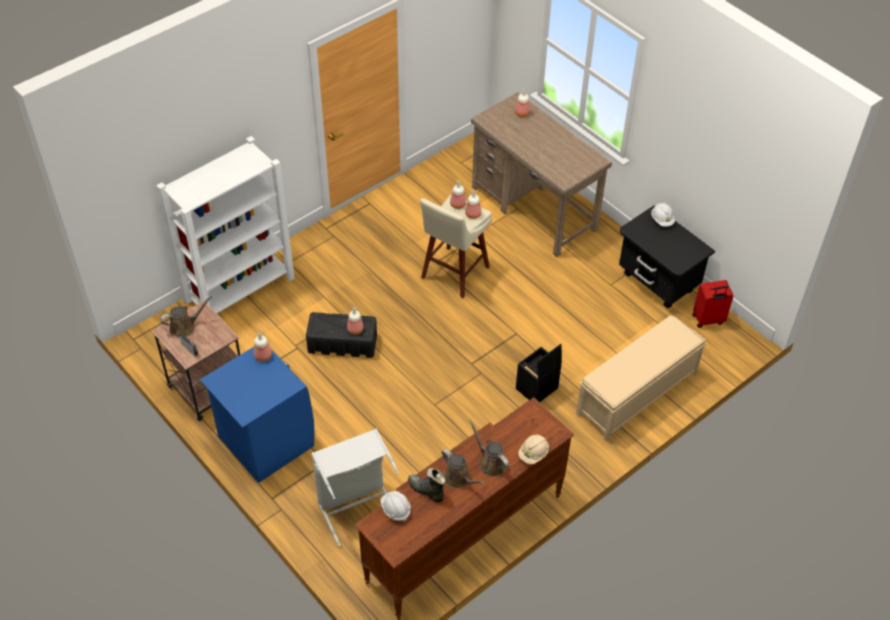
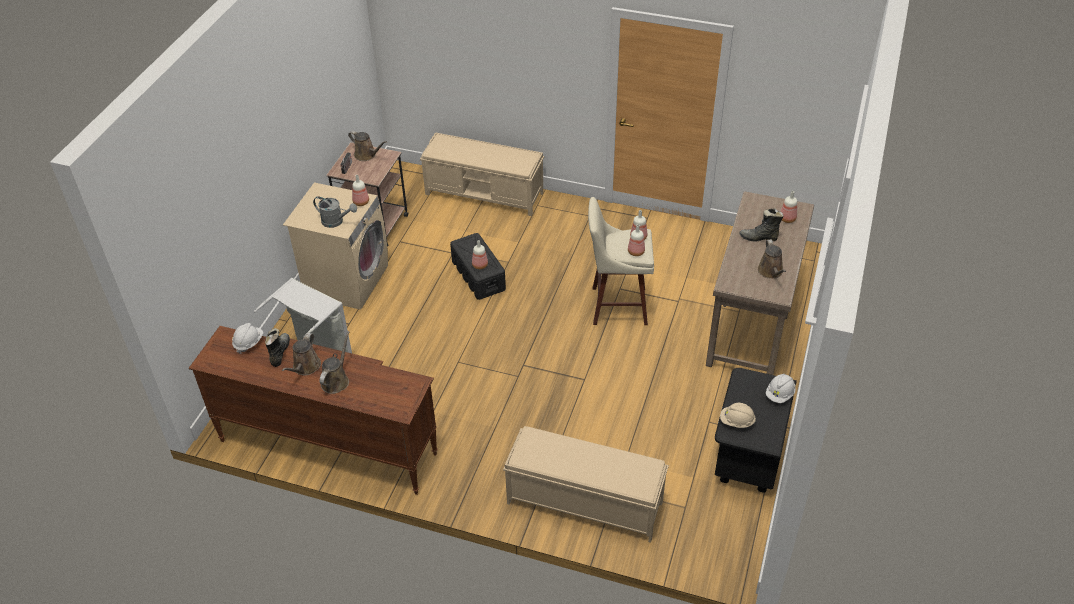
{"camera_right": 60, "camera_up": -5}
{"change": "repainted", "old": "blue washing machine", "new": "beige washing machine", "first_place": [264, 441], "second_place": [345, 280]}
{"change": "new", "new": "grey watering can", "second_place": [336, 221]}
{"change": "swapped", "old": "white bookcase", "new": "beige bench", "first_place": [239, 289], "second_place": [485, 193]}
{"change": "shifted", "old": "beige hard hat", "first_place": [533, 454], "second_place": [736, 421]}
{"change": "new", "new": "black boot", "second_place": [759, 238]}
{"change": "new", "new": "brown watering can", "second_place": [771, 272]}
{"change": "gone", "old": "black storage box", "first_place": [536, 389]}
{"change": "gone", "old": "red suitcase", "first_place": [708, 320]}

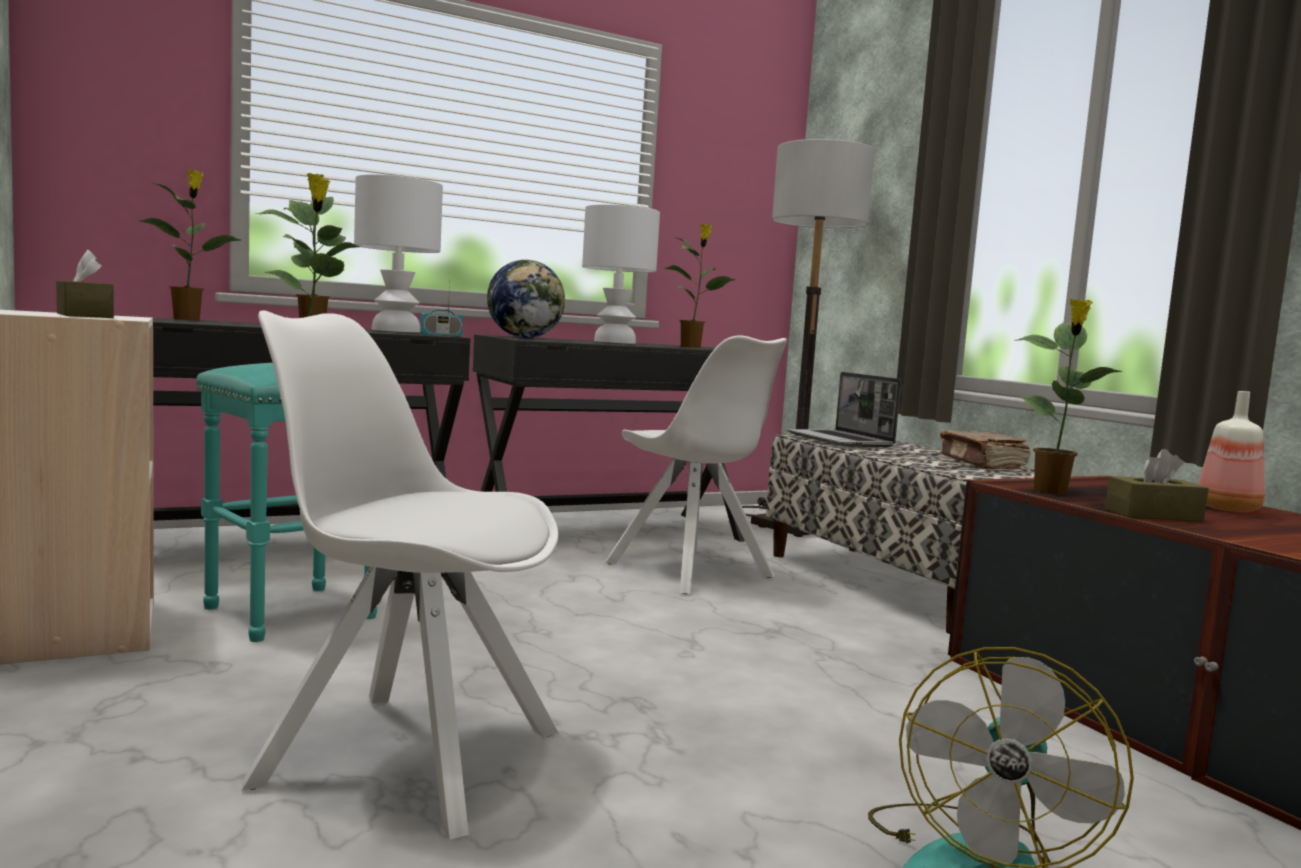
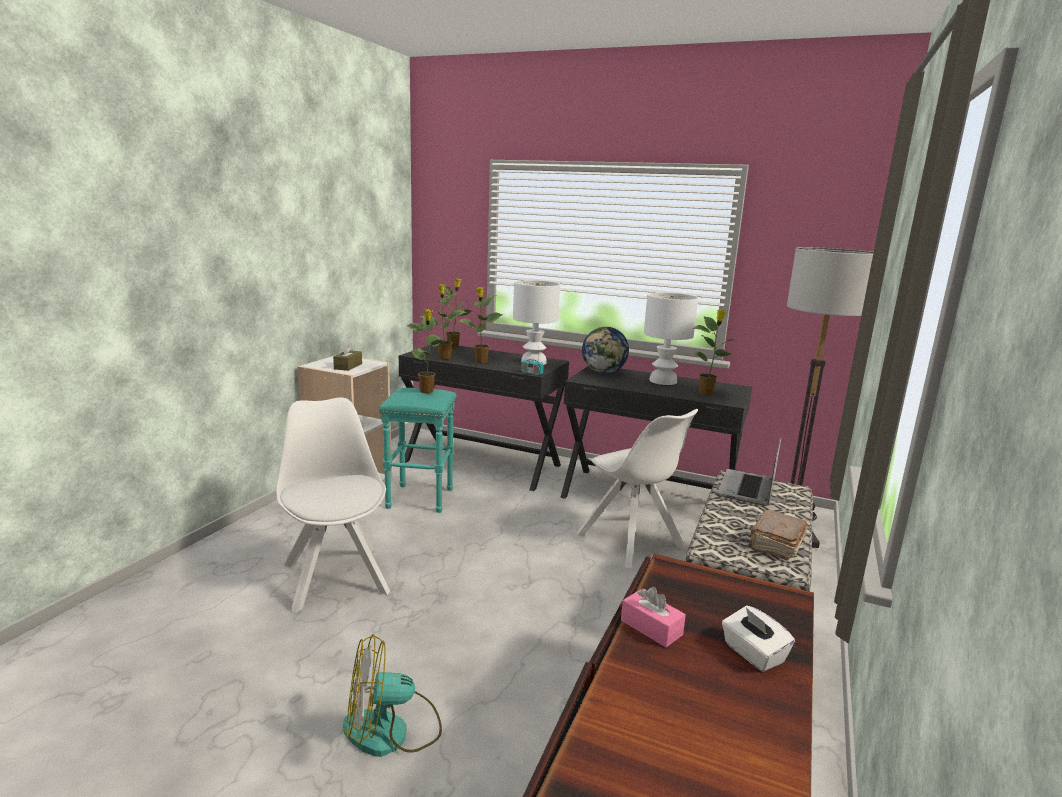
{"camera_right": 50, "camera_up": 10}
{"change": "shifted", "old": "potted plant", "first_place": [1052, 492], "second_place": [444, 358]}
{"change": "rotated", "old": "white chair", "first_place": [690, 571], "second_place": [631, 541], "degrees": -45}
{"change": "repainted", "old": "brown tissue box", "new": "pink tissue box", "first_place": [1153, 515], "second_place": [651, 627]}
{"change": "swapped", "old": "bottle", "new": "white tissue box", "first_place": [1228, 509], "second_place": [753, 654]}

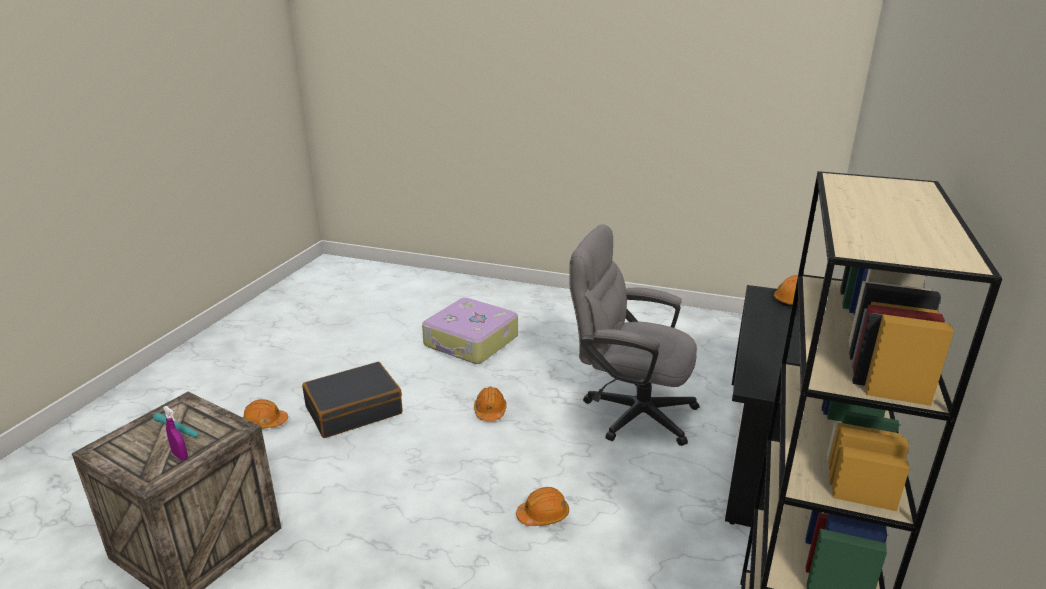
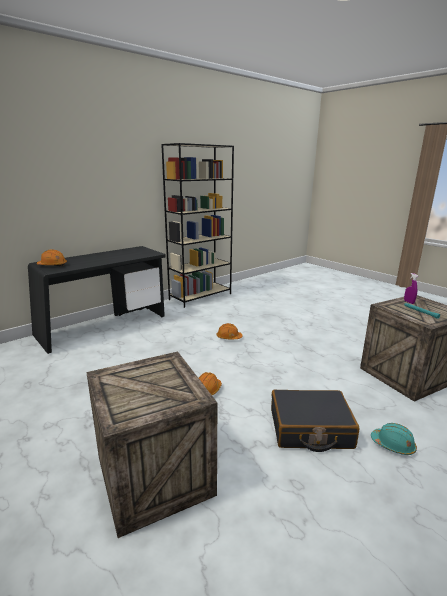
{"camera_right": -150, "camera_up": -5}
{"change": "swapped", "old": "suitcase", "new": "crate", "first_place": [471, 342], "second_place": [152, 475]}
{"change": "repainted", "old": "orange hard hat", "new": "turquoise hard hat", "first_place": [264, 423], "second_place": [393, 445]}
{"change": "gone", "old": "grey office chair", "first_place": [629, 411]}

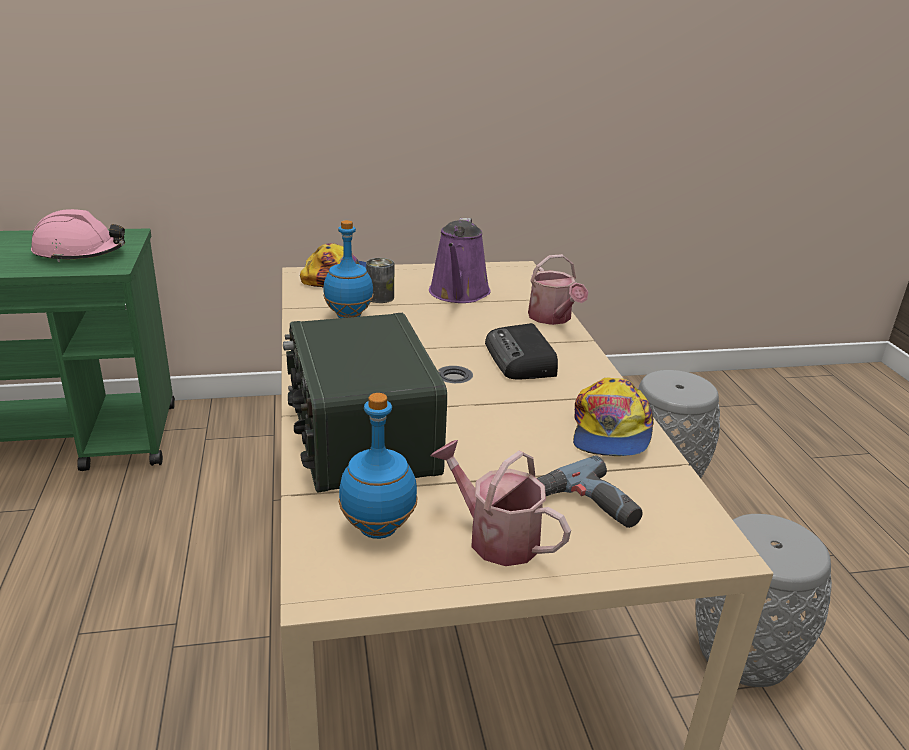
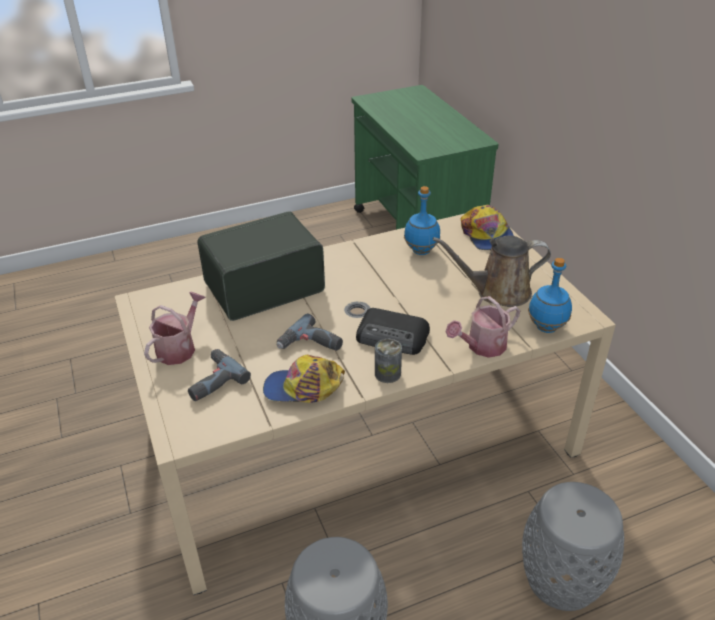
{"camera_right": 80, "camera_up": 10}
{"change": "new", "new": "power drill", "second_place": [310, 345]}
{"change": "rotated", "old": "radio", "first_place": [521, 360], "second_place": [393, 337], "degrees": -135}
{"change": "shifted", "old": "can", "first_place": [380, 297], "second_place": [387, 373]}
{"change": "repainted", "old": "purple watering can", "new": "brown watering can", "first_place": [458, 294], "second_place": [497, 292]}
{"change": "shifted", "old": "blue bottle", "first_place": [378, 529], "second_place": [545, 327]}
{"change": "gone", "old": "pink hard hat", "first_place": [79, 253]}

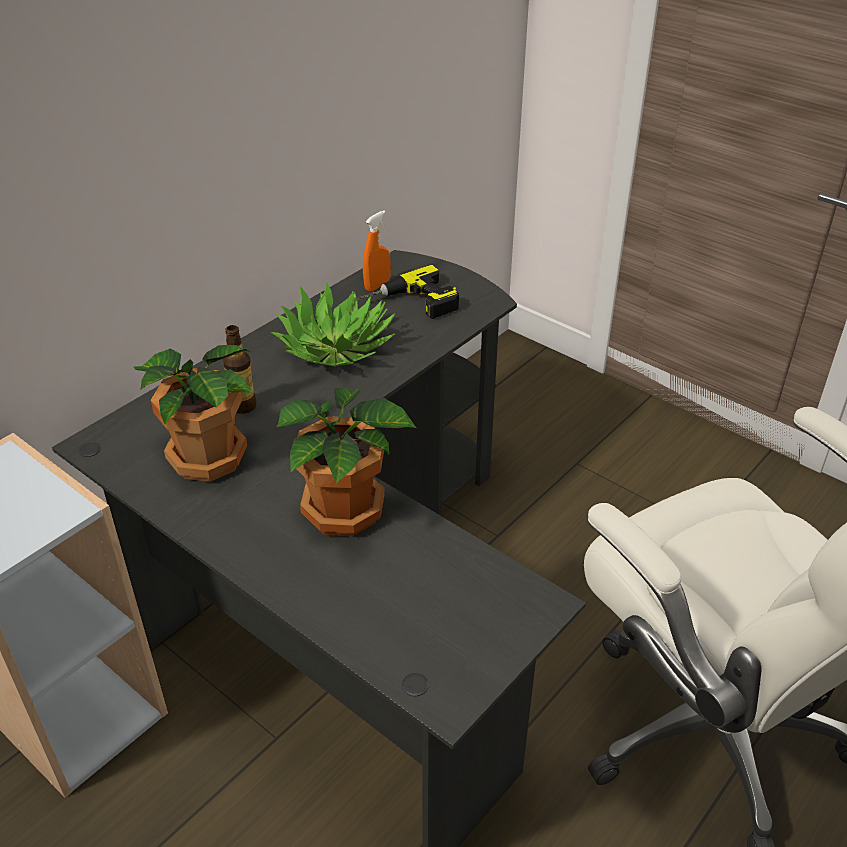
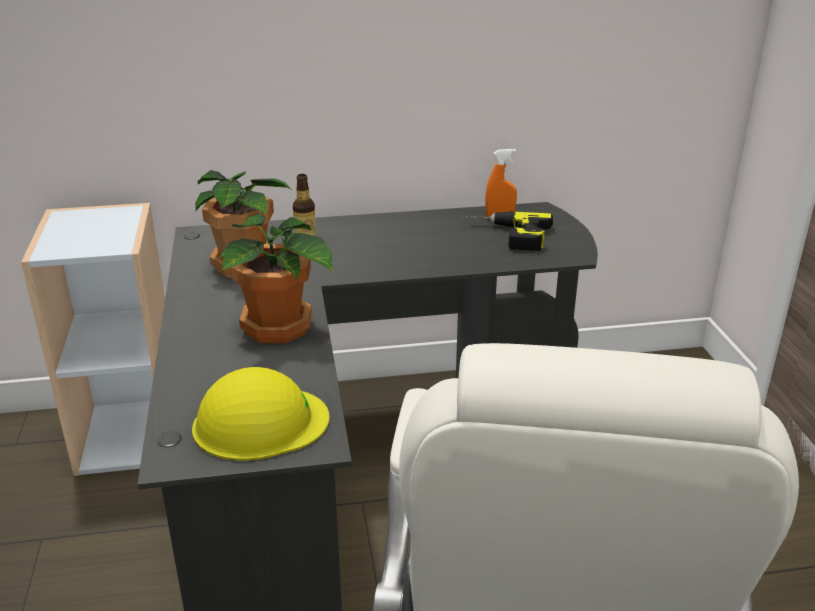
{"camera_right": 40, "camera_up": -10}
{"change": "new", "new": "yellow hard hat", "second_place": [260, 422]}
{"change": "gone", "old": "potted plant", "first_place": [336, 347]}

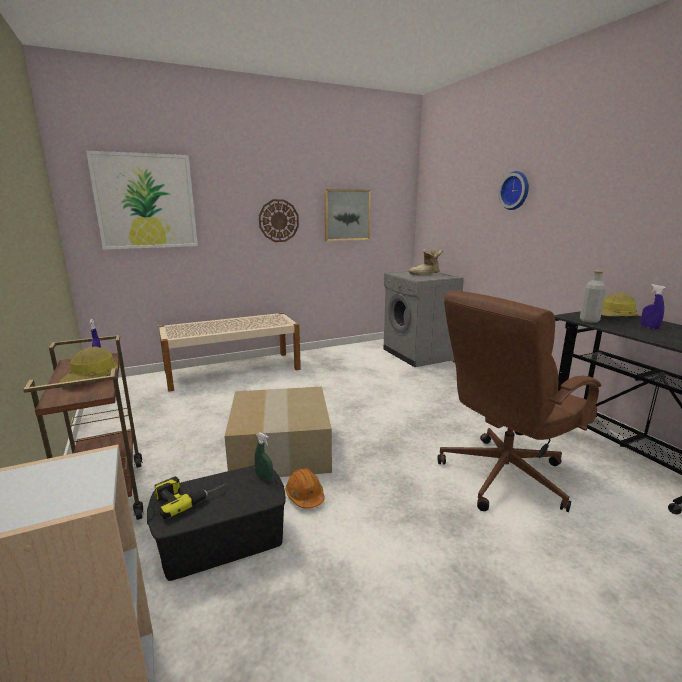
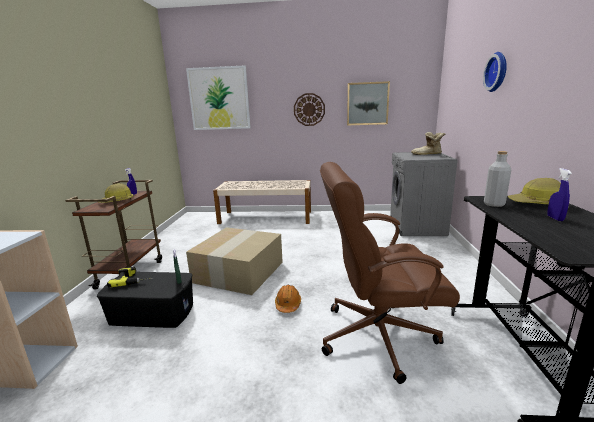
{"camera_right": 30, "camera_up": 0}
{"change": "shifted", "old": "orange hard hat", "first_place": [305, 496], "second_place": [288, 304]}

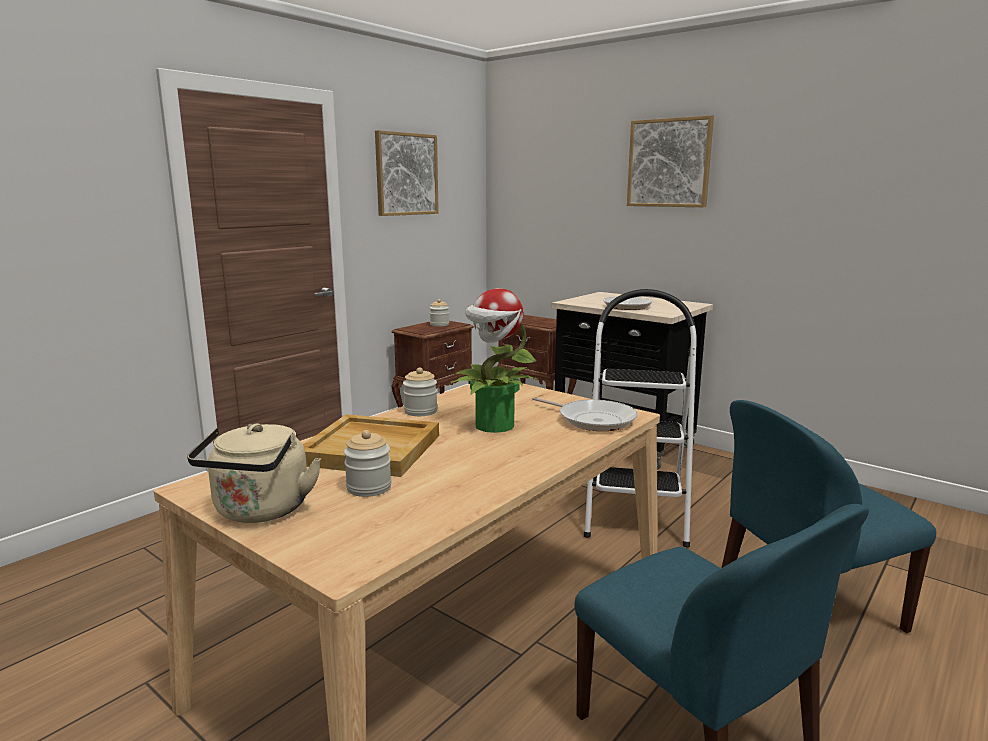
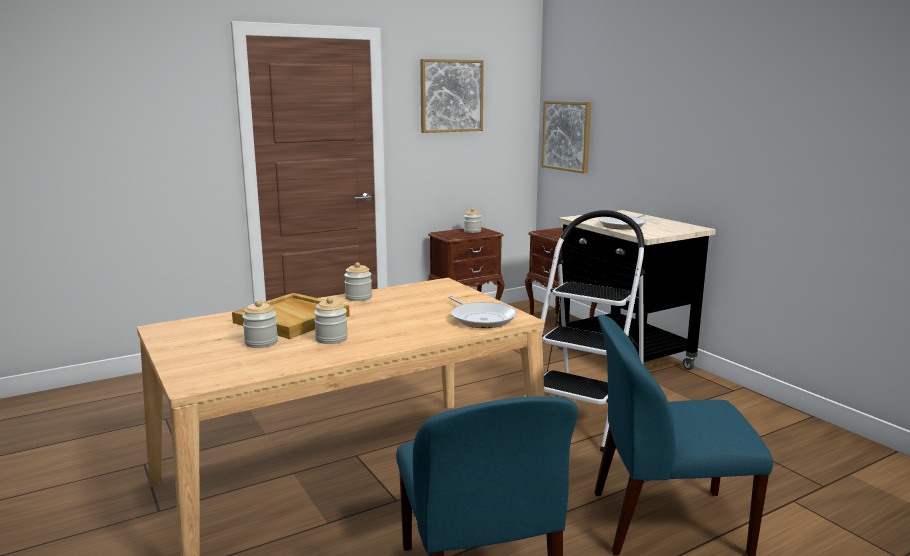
{"camera_right": 20, "camera_up": 0}
{"change": "new", "new": "jar", "second_place": [331, 339]}
{"change": "shifted", "old": "picture", "first_place": [669, 163], "second_place": [566, 136]}
{"change": "gone", "old": "beige kettle", "first_place": [260, 511]}
{"change": "gone", "old": "potted plant", "first_place": [493, 426]}

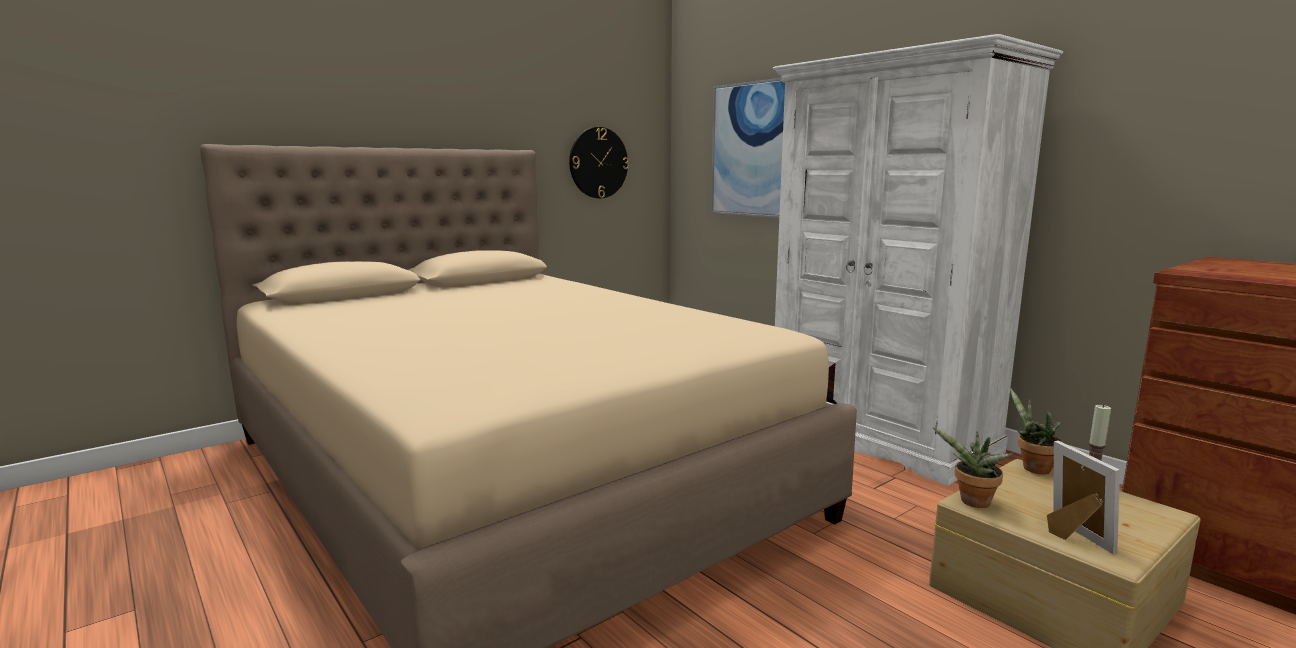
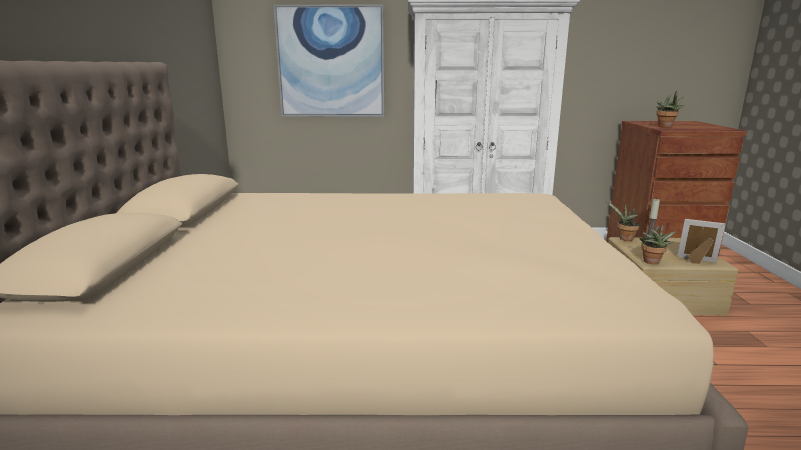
{"camera_right": -50, "camera_up": 5}
{"change": "new", "new": "potted plant", "second_place": [666, 127]}
{"change": "gone", "old": "wall clock", "first_place": [598, 163]}

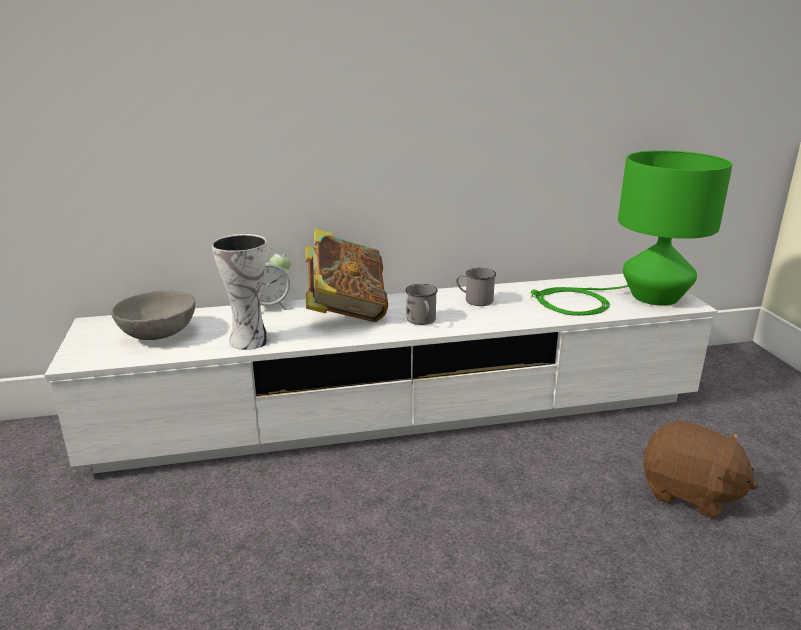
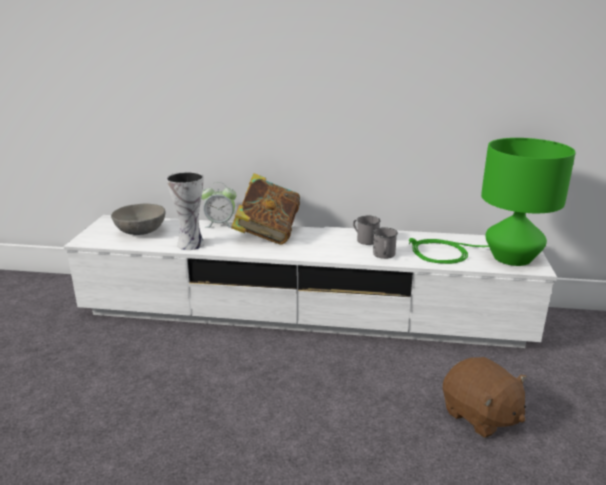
{"camera_right": 20, "camera_up": 0}
{"change": "shifted", "old": "grey mug", "first_place": [422, 321], "second_place": [384, 255]}

